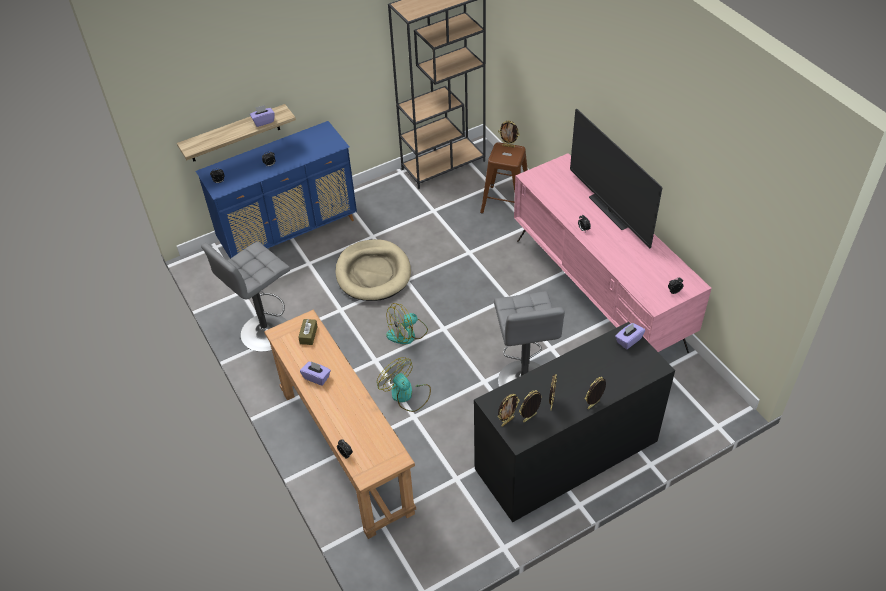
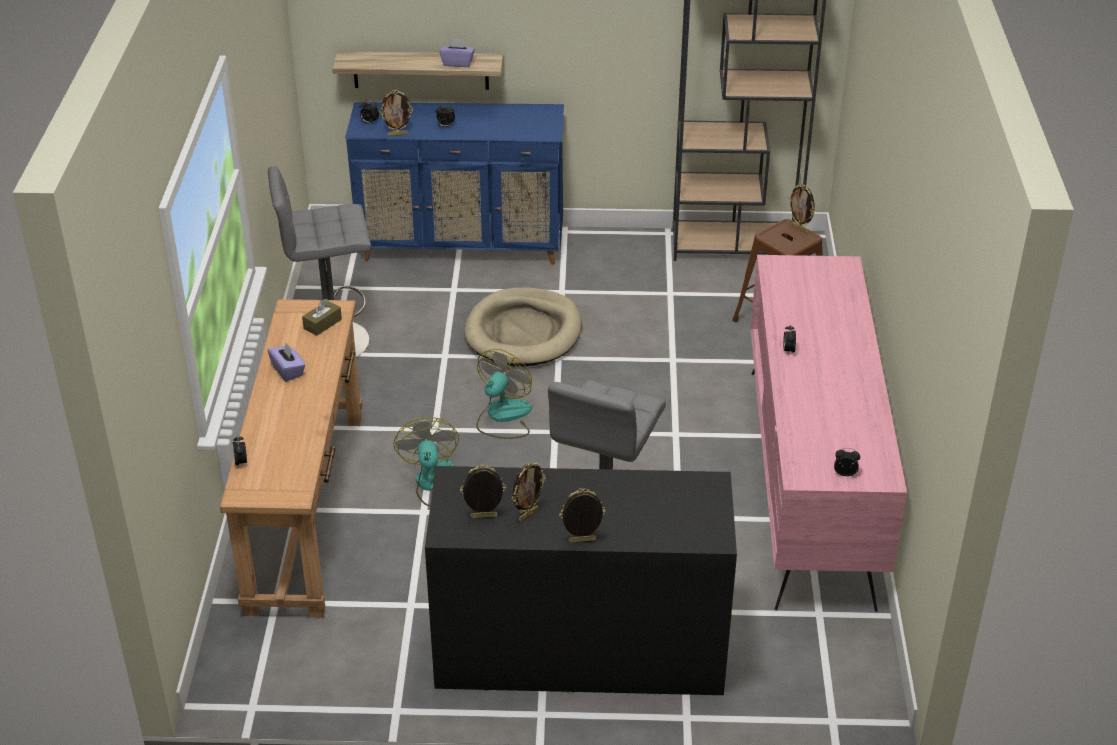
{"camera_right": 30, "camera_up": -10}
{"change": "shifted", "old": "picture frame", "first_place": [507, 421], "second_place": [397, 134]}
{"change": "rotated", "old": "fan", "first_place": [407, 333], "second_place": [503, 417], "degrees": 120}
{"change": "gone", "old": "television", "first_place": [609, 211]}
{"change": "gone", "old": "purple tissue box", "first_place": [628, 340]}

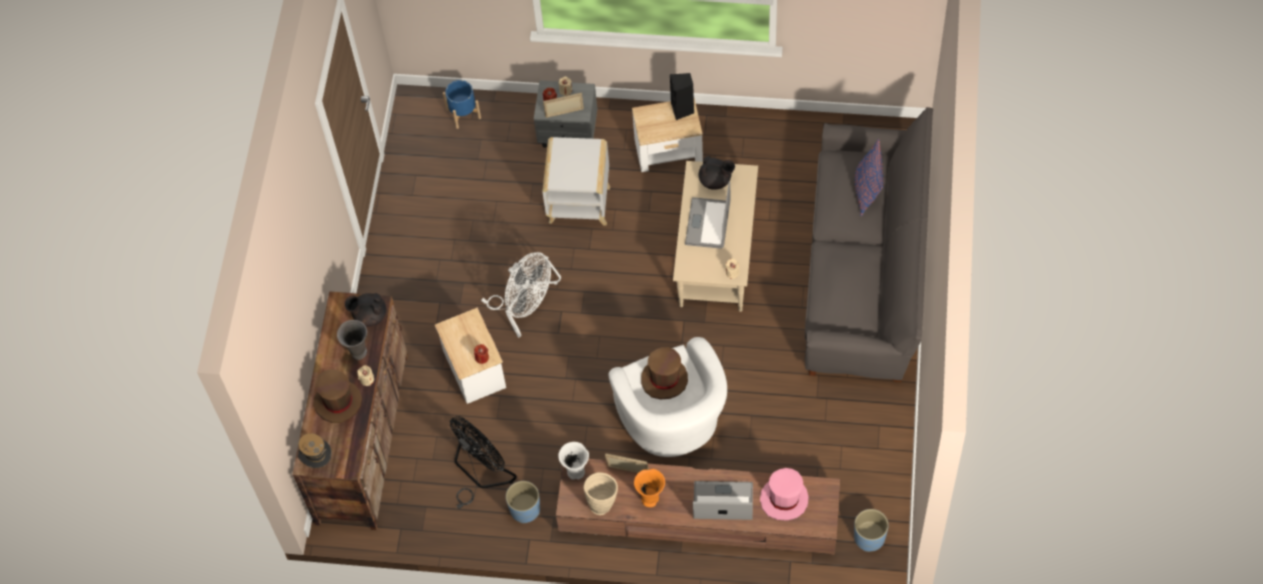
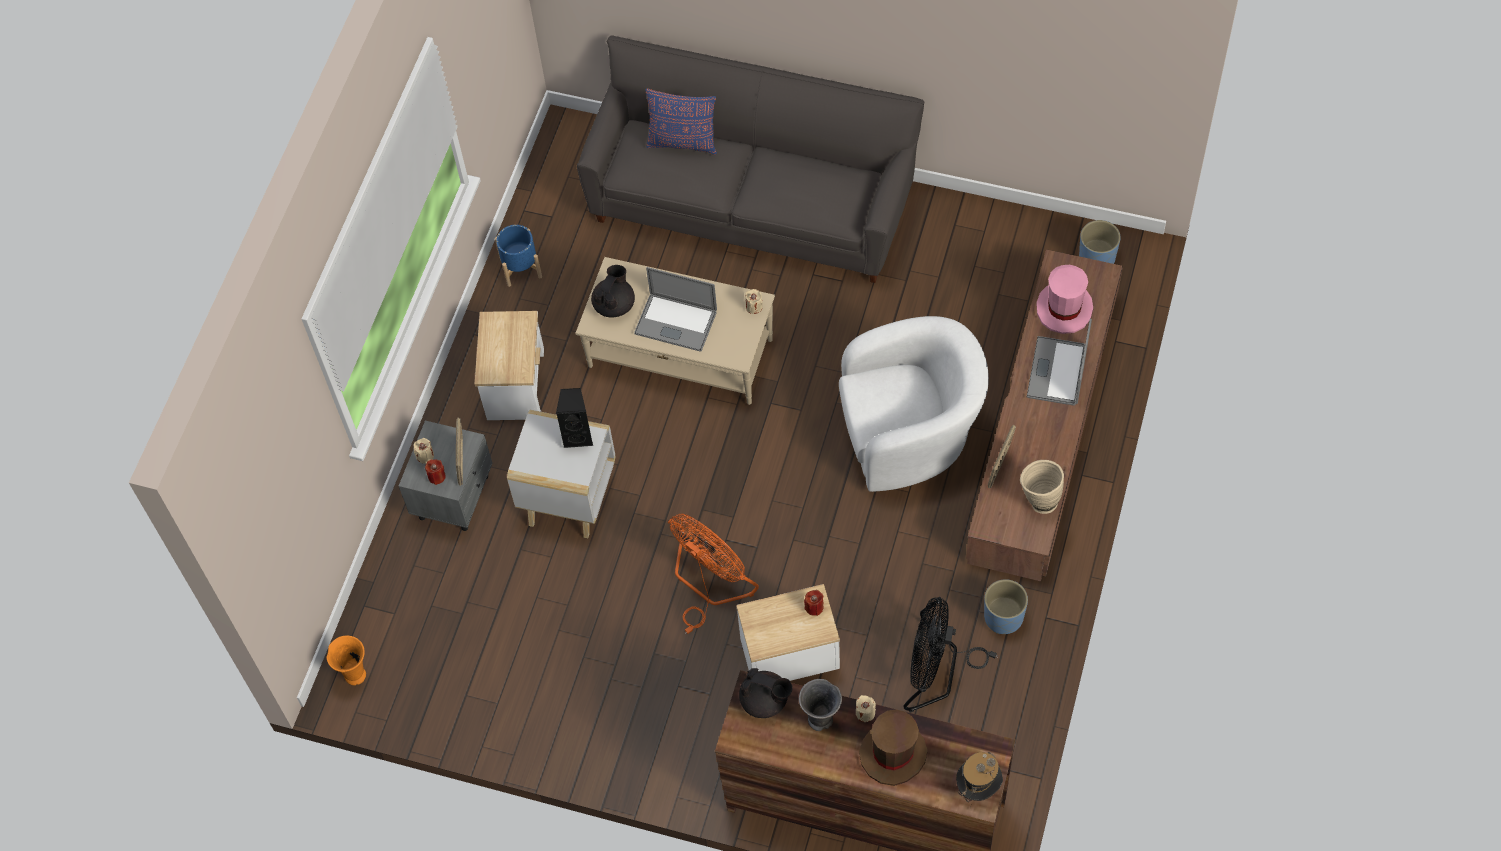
{"camera_right": -80, "camera_up": 0}
{"change": "shifted", "old": "orange vase", "first_place": [651, 499], "second_place": [355, 674]}
{"change": "shifted", "old": "blue planter", "first_place": [463, 113], "second_place": [521, 268]}
{"change": "shifted", "old": "black speaker", "first_place": [682, 110], "second_place": [578, 435]}
{"change": "repainted", "old": "white fan", "new": "orange fan", "first_place": [524, 305], "second_place": [706, 583]}
{"change": "rotated", "old": "black teapot", "first_place": [369, 315], "second_place": [765, 701], "degrees": -75}
{"change": "rotated", "old": "black fan", "first_place": [478, 470], "second_place": [938, 666], "degrees": -45}
{"change": "gone", "old": "white vase", "first_place": [576, 473]}
{"change": "gone", "old": "brown hat", "first_place": [664, 379]}

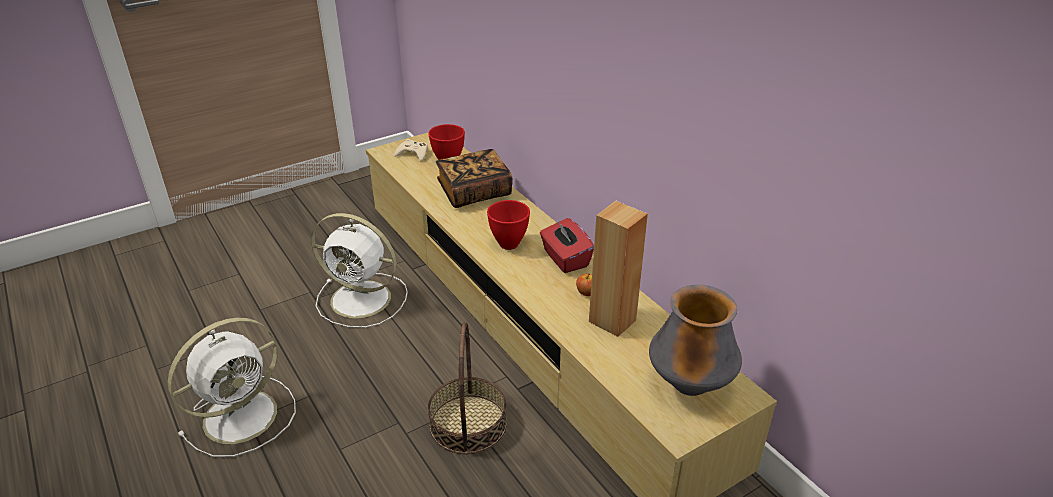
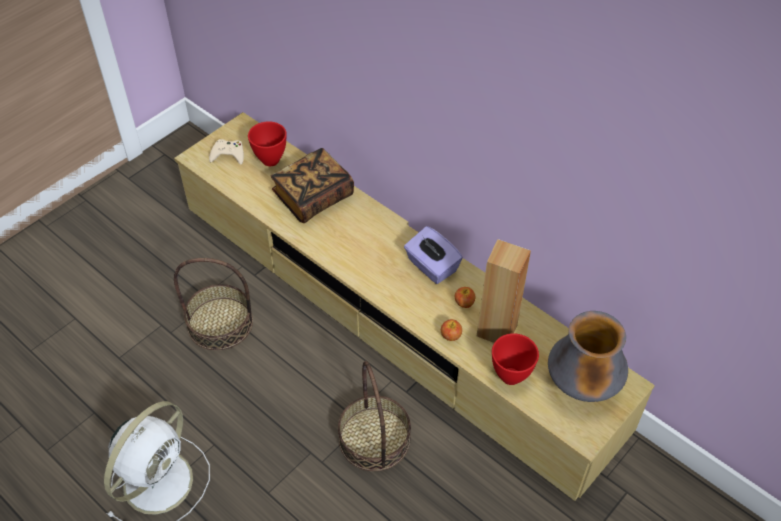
{"camera_right": -15, "camera_up": 15}
{"change": "swapped", "old": "white fan", "new": "basket", "first_place": [363, 299], "second_place": [220, 323]}
{"change": "repainted", "old": "red tissue box", "new": "purple tissue box", "first_place": [565, 259], "second_place": [431, 266]}
{"change": "new", "new": "apple", "second_place": [450, 336]}
{"change": "shifted", "old": "red bowl", "first_place": [510, 244], "second_place": [512, 376]}

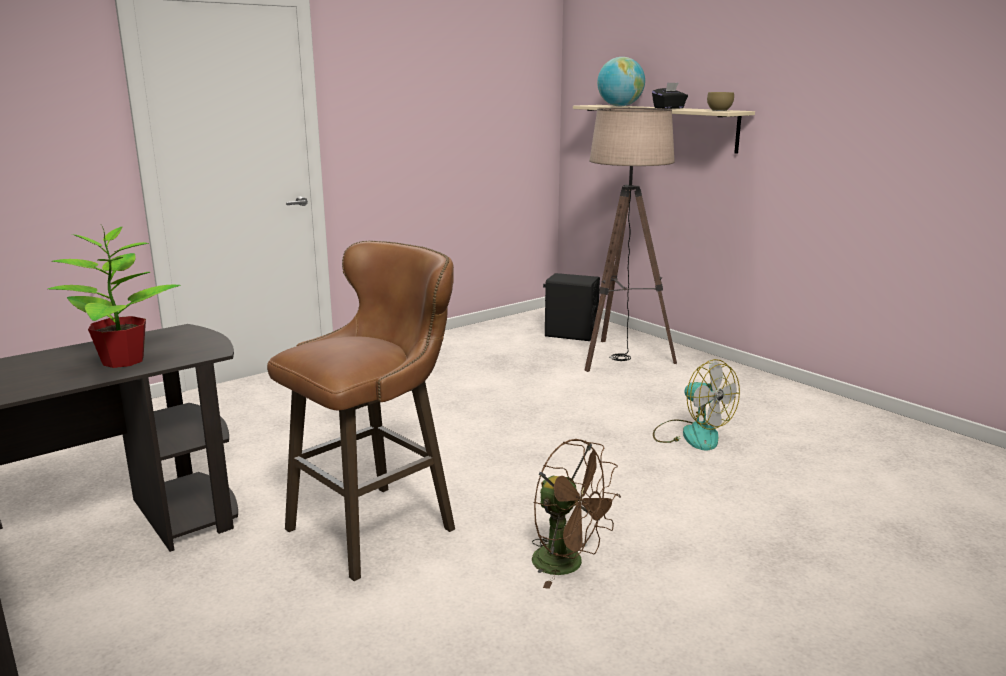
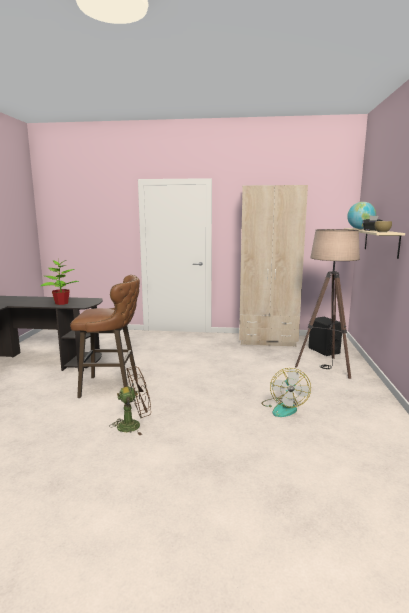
{"camera_right": 45, "camera_up": -5}
{"change": "rotated", "old": "brown fan", "first_place": [568, 565], "second_place": [134, 425], "degrees": -105}
{"change": "new", "new": "beige wardrobe", "second_place": [268, 340]}

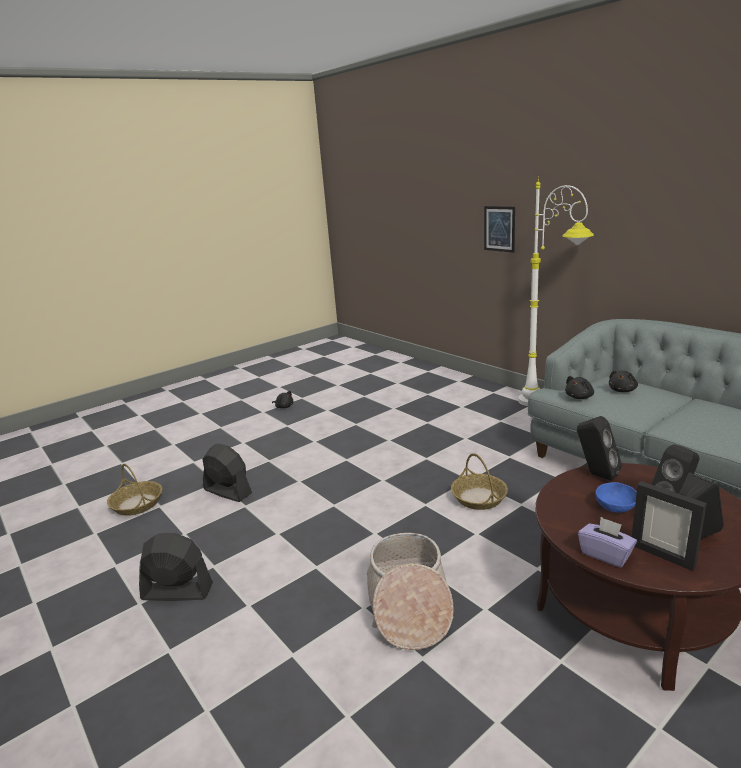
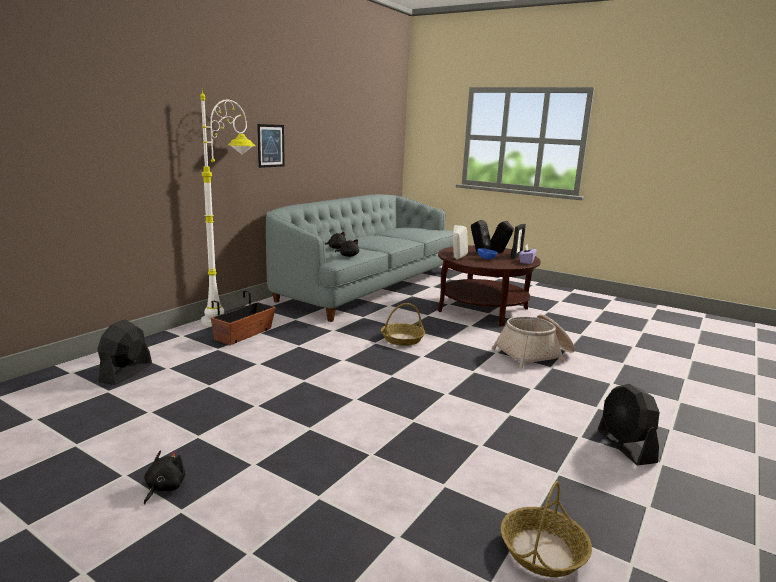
{"camera_right": -110, "camera_up": -5}
{"change": "shifted", "old": "black fan", "first_place": [227, 491], "second_place": [126, 373]}
{"change": "new", "new": "planter", "second_place": [244, 334]}
{"change": "shifted", "old": "picture", "first_place": [499, 229], "second_place": [271, 145]}
{"change": "repainted", "old": "black speaker", "new": "white speaker", "first_place": [595, 475], "second_place": [457, 259]}

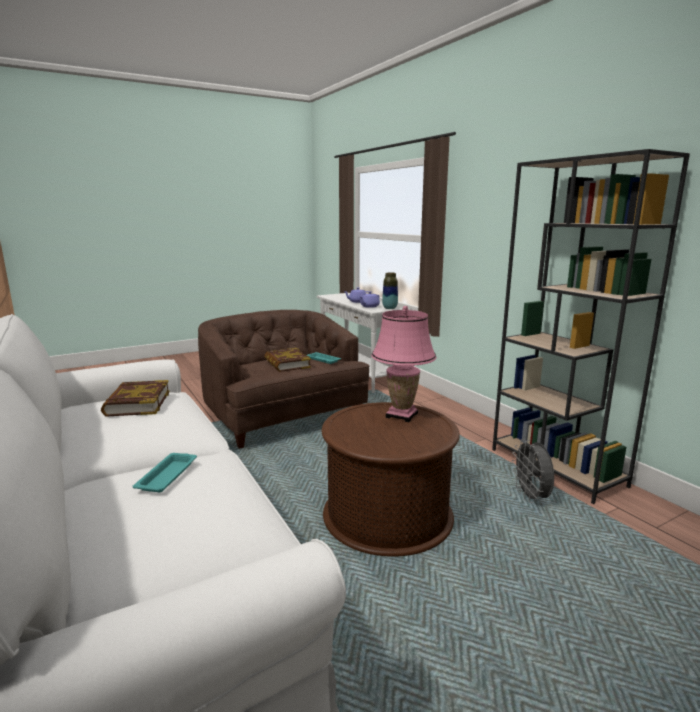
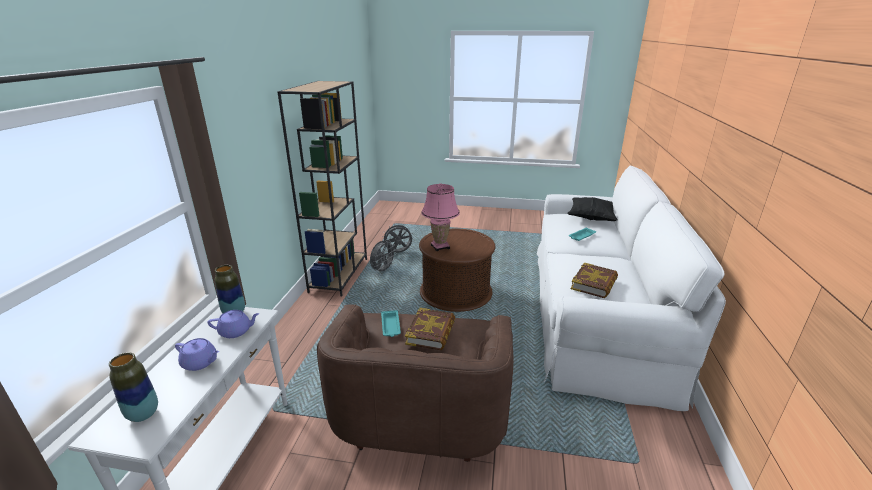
{"camera_right": -140, "camera_up": 10}
{"change": "new", "new": "vase", "second_place": [143, 414]}
{"change": "new", "new": "grey fan", "second_place": [398, 253]}
{"change": "new", "new": "black pillow", "second_place": [591, 218]}

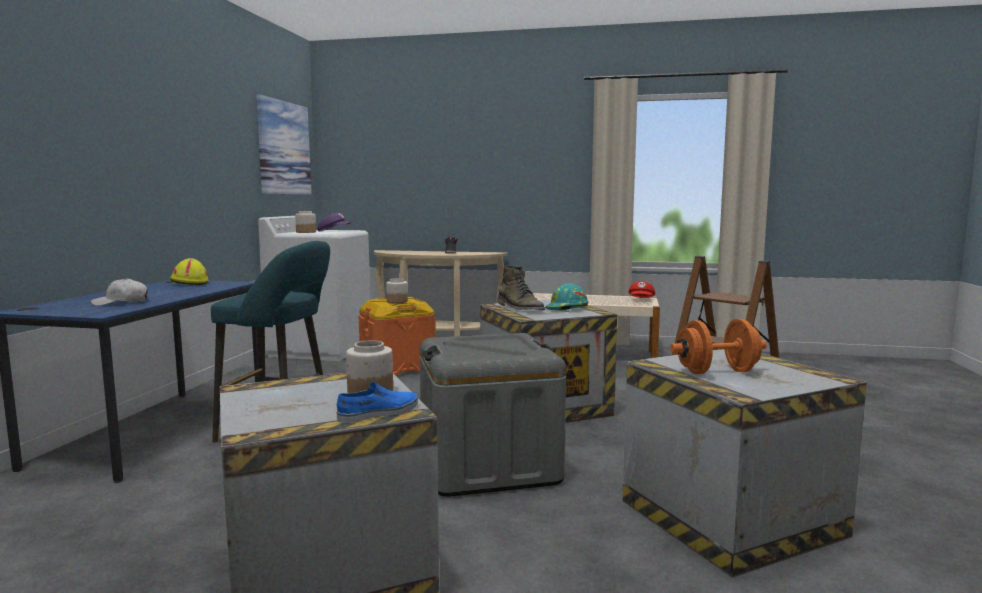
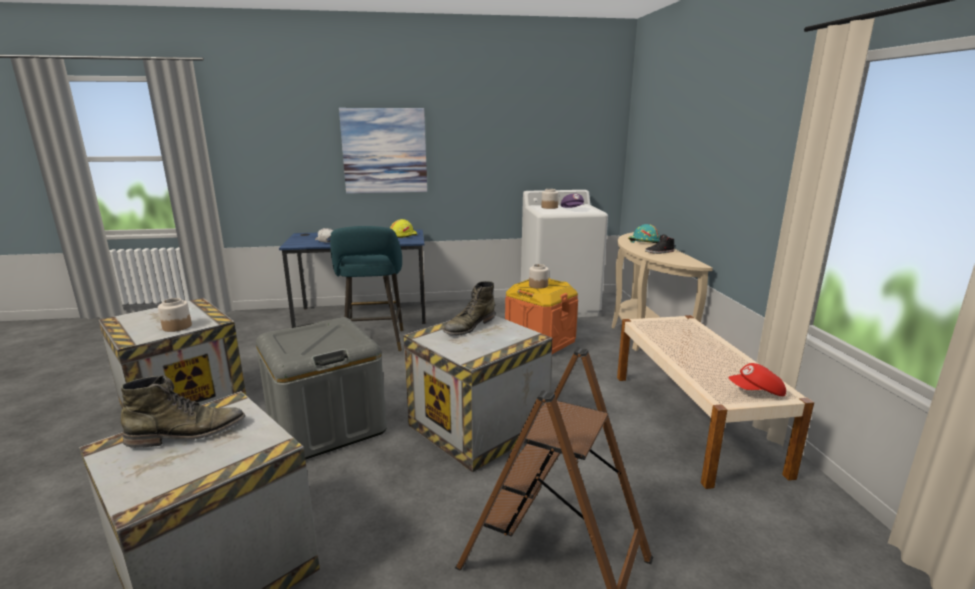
{"camera_right": 70, "camera_up": 10}
{"change": "swapped", "old": "orange dumbbell", "new": "green boot", "first_place": [717, 372], "second_place": [188, 434]}
{"change": "shifted", "old": "picture", "first_place": [284, 148], "second_place": [384, 151]}
{"change": "shifted", "old": "turquoise hard hat", "first_place": [567, 309], "second_place": [643, 242]}
{"change": "gone", "old": "blue shoe", "first_place": [379, 413]}

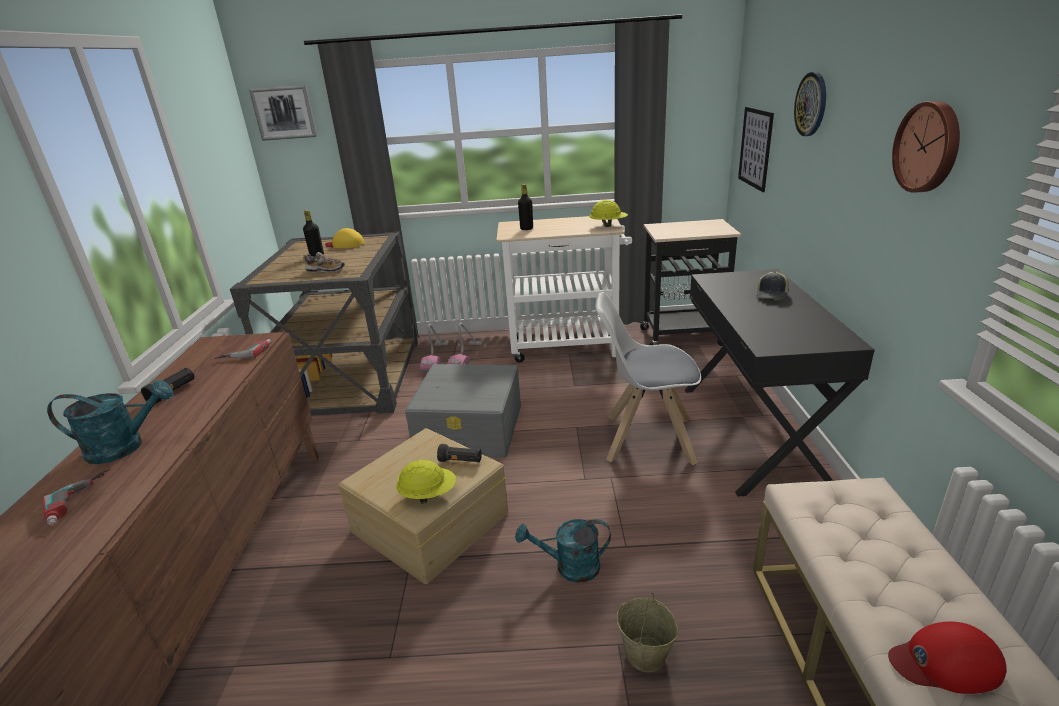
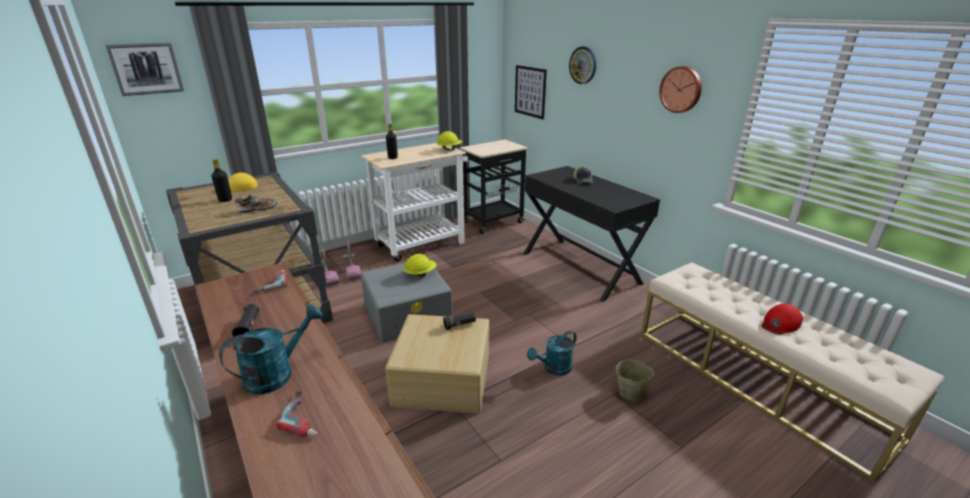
{"camera_right": -35, "camera_up": 0}
{"change": "shifted", "old": "yellow hard hat", "first_place": [428, 494], "second_place": [420, 274]}
{"change": "gone", "old": "chair", "first_place": [645, 439]}

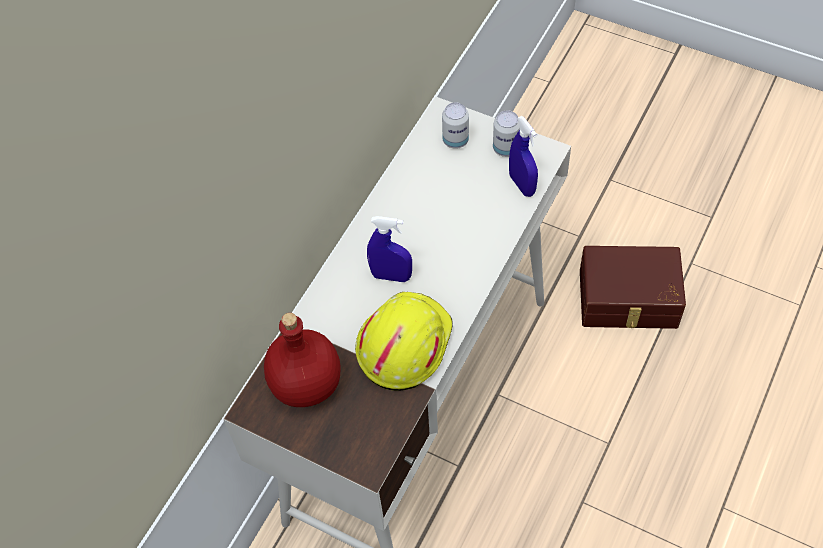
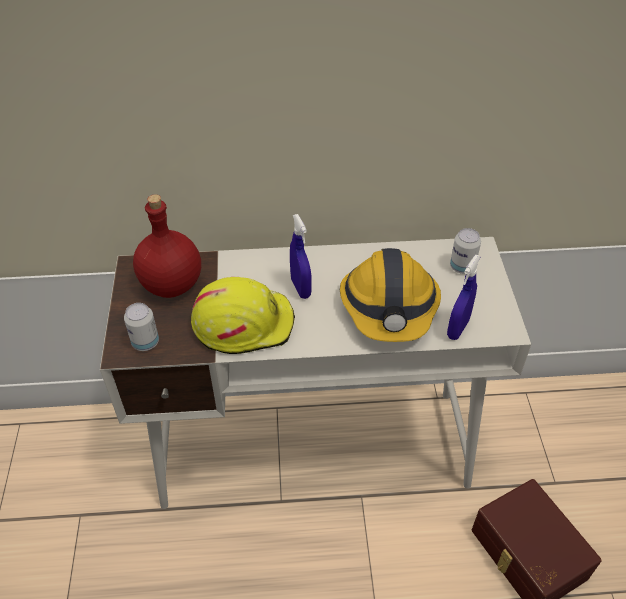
{"camera_right": 55, "camera_up": -10}
{"change": "shifted", "old": "can", "first_place": [505, 148], "second_place": [145, 342]}
{"change": "new", "new": "hard hat", "second_place": [389, 307]}

